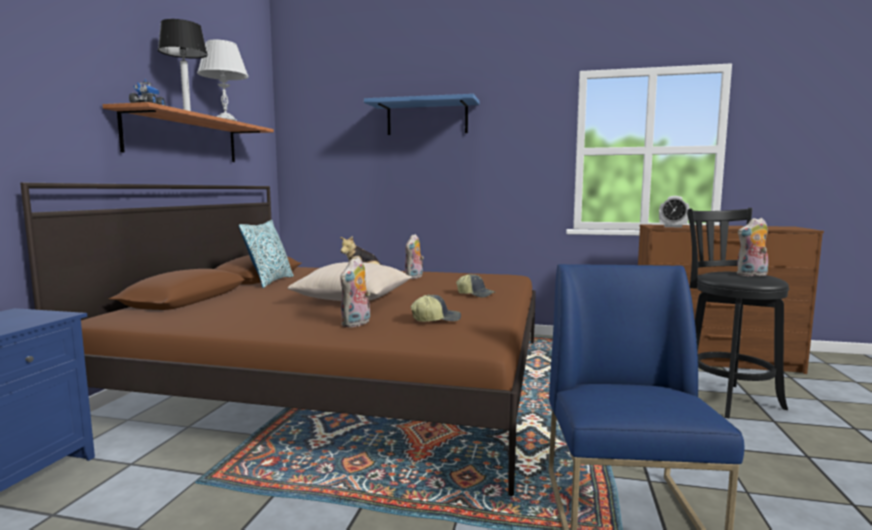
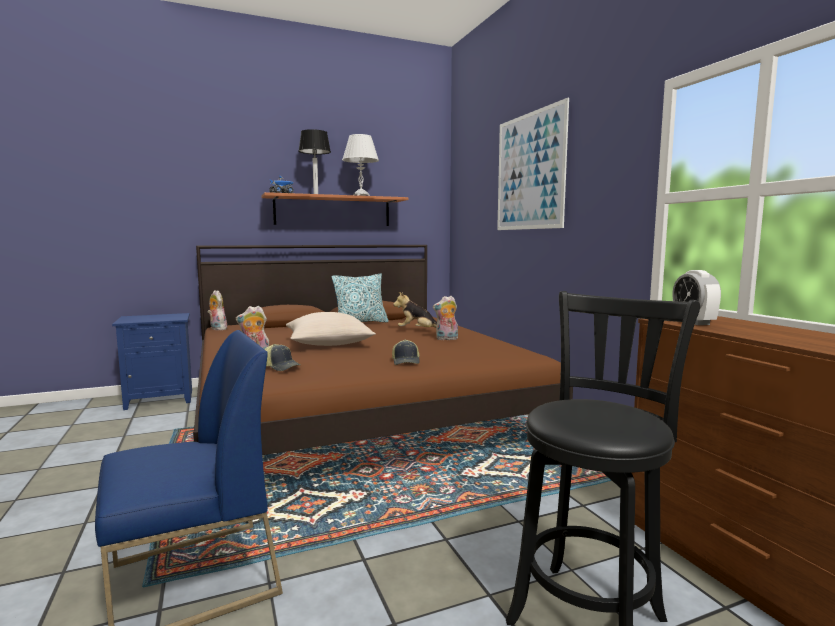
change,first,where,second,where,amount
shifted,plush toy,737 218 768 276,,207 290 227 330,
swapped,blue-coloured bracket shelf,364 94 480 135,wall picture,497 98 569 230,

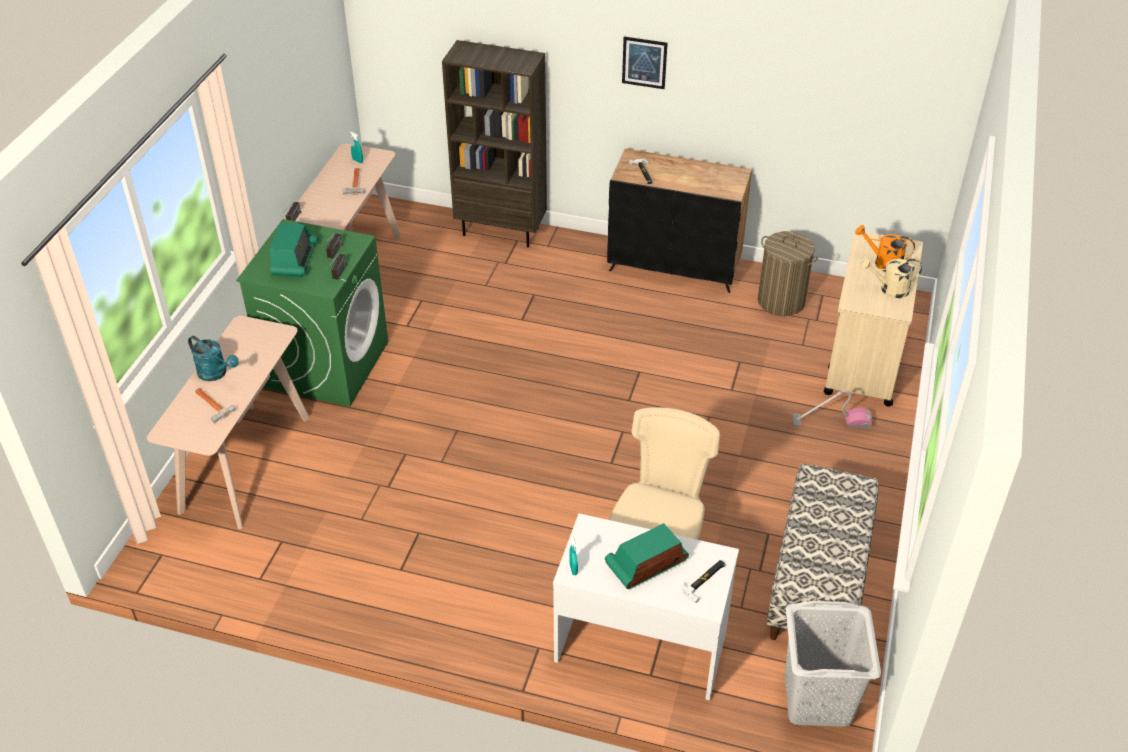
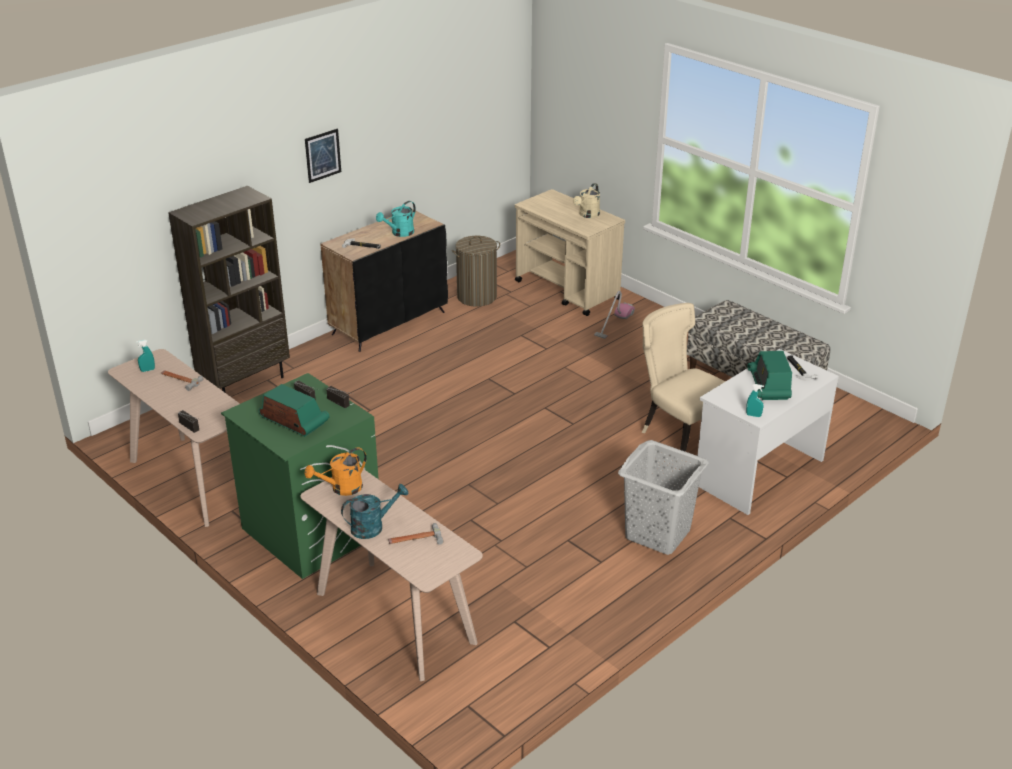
change,first,where,second,where,amount
shifted,orange-coloured watering pot,855 225 915 272,,304 447 367 496,
new,,,turquoise-coloured watering pot,376 201 416 237,
shifted,greyish laundry basket,785 601 881 727,,618 440 709 555,

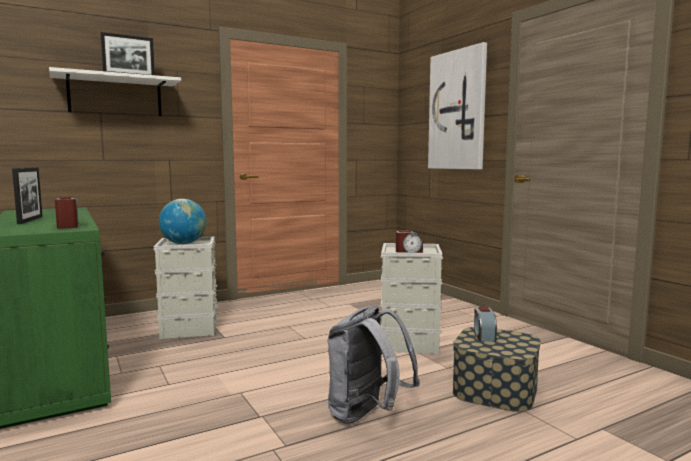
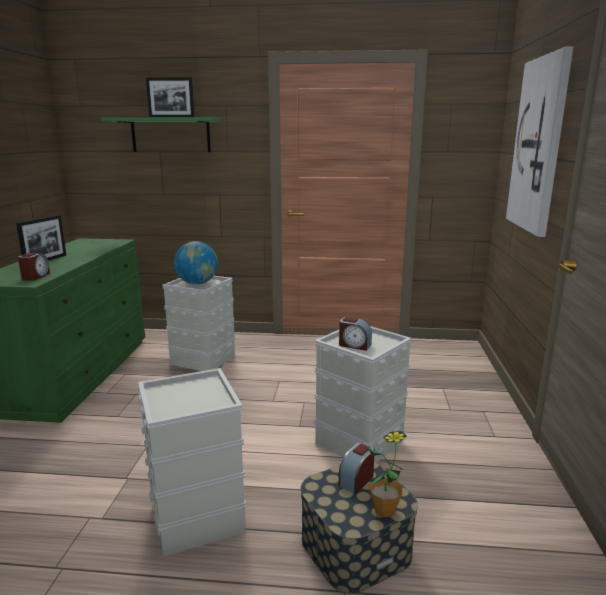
change,first,where,second,where,amount
repainted,white-coloured bracket shelf,49 67 181 116,greenish bracket shelf,101 117 221 152,
swapped,greyish rucksack,328 306 420 424,greyish storage box,138 368 247 557,
new,,,plant in a pot,365 431 407 517,

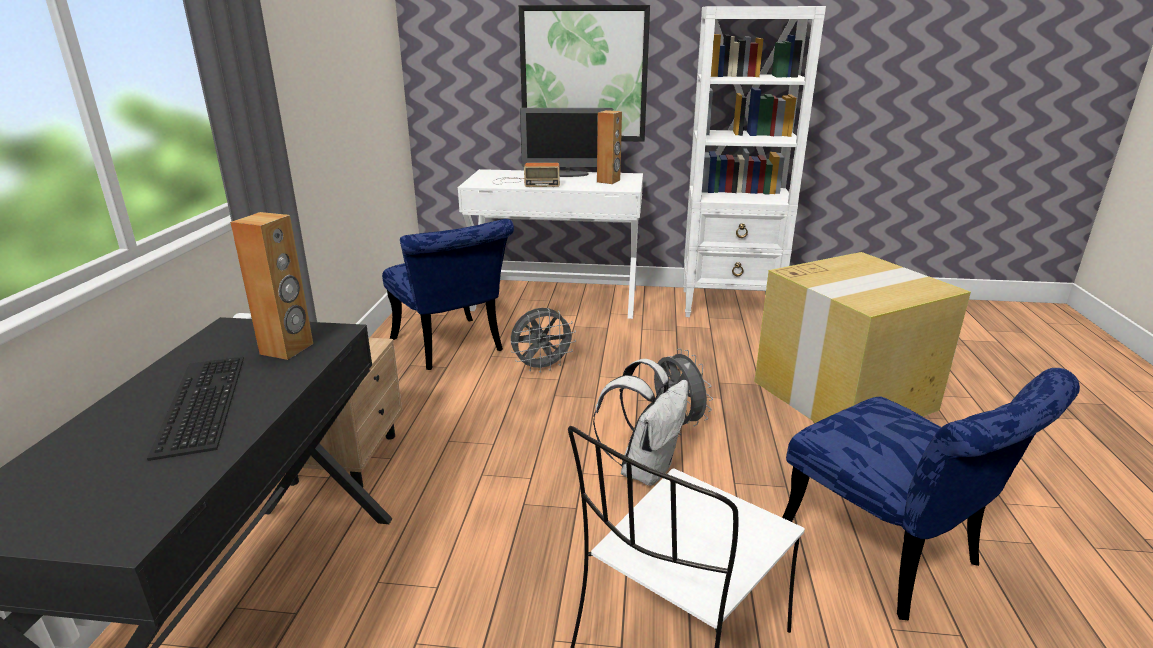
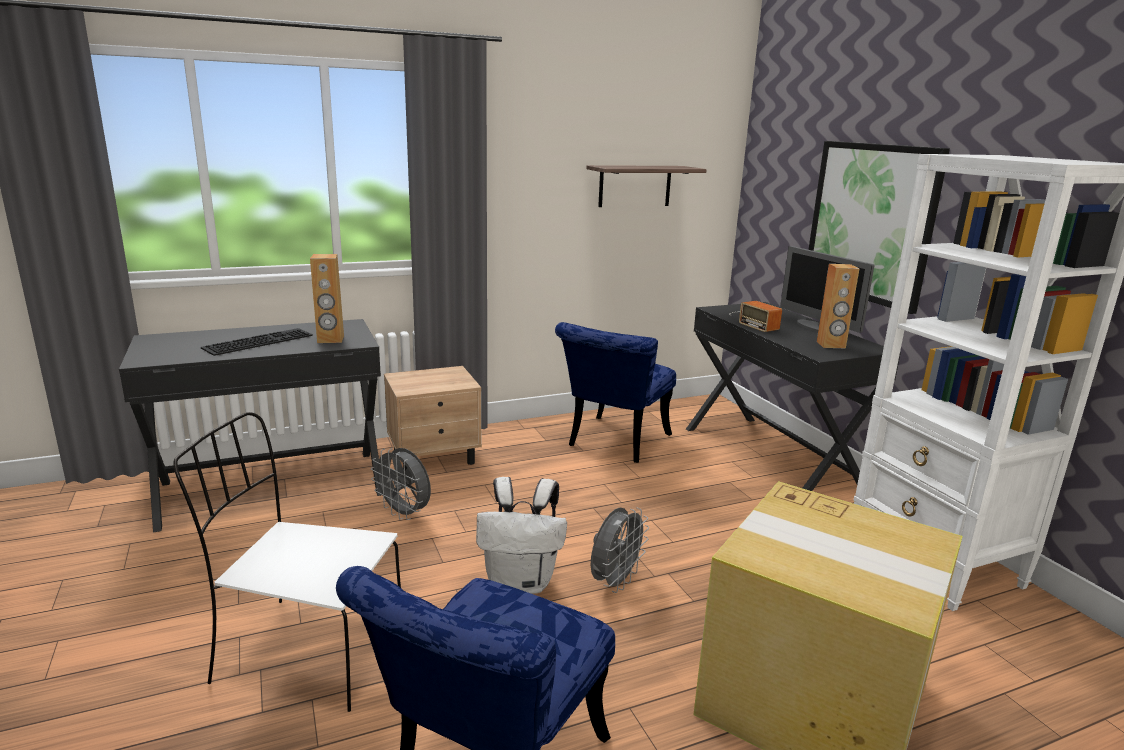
change,first,where,second,where,amount
shifted,greyish cooling fan,510 308 576 373,,371 448 431 520,
new,,,bracket shelf,586 165 707 207,
repainted,white-coloured desk table,458 169 643 319,black-coloured desk table,686 302 901 491,

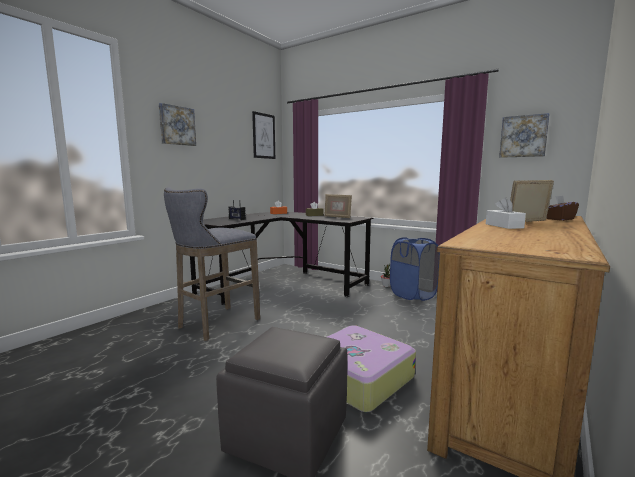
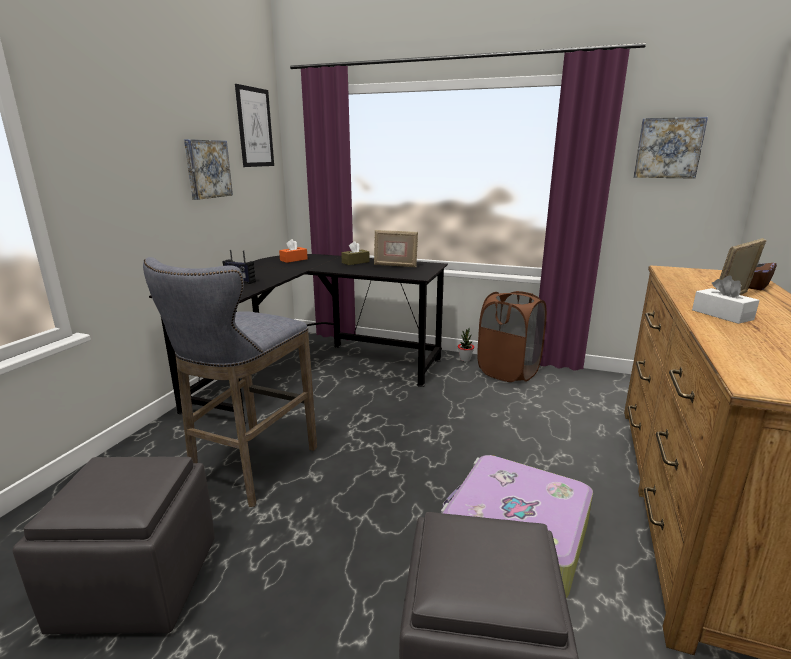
change,first,where,second,where,amount
new,,,greyish footrest,13 457 215 634,
shifted,wall picture,159 103 196 146,,184 139 233 200,
repainted,blue-coloured laundry basket,390 237 440 301,brownish laundry basket,477 291 547 382,

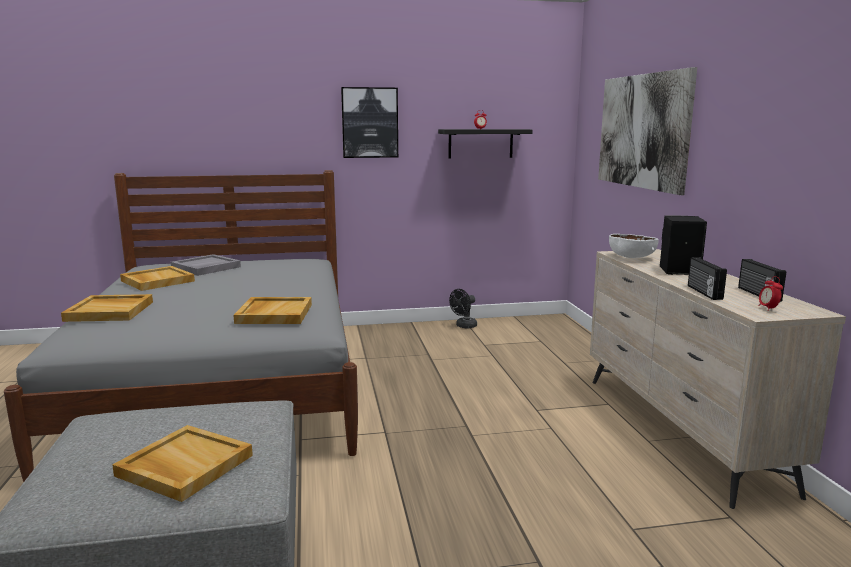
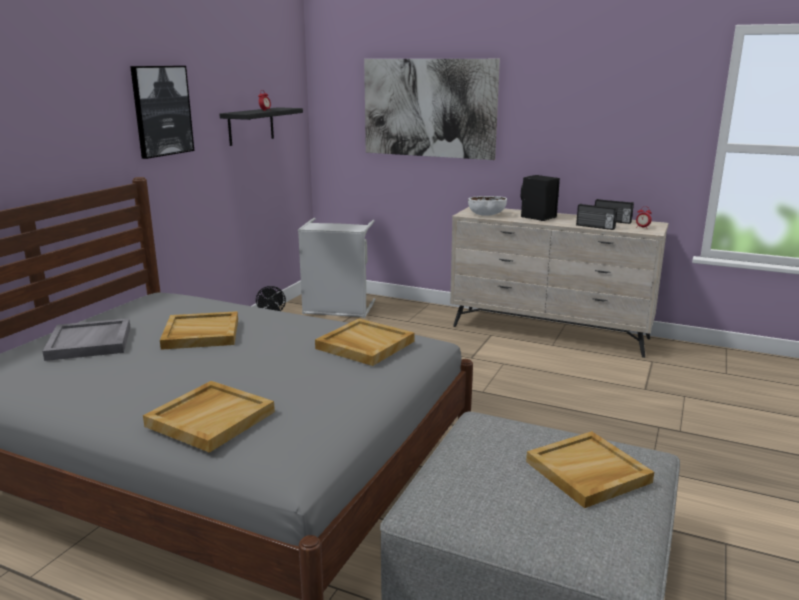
change,first,where,second,where,amount
shifted,beige serving tray,120 266 195 291,,160 311 238 350,
new,,,greyish laundry basket,298 218 376 318,

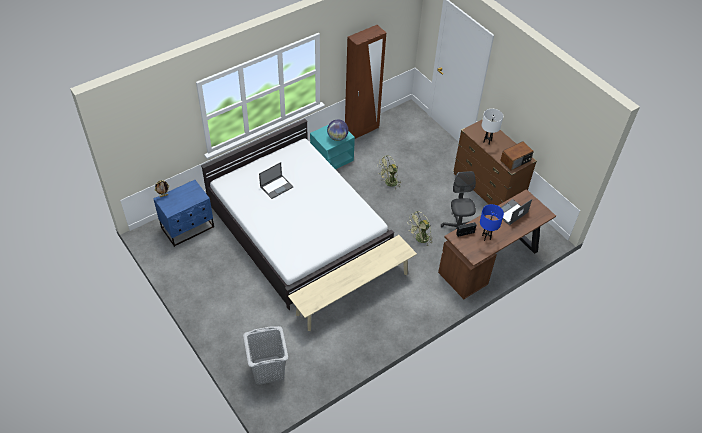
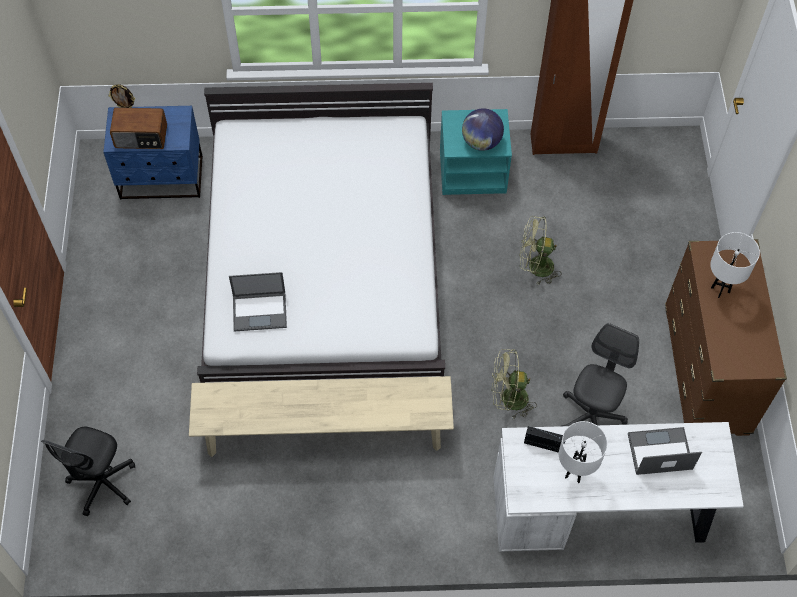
change,first,where,second,where,amount
swapped,greyish laundry basket,243 326 288 385,black-coloured computer chair,41 427 135 516,
shifted,radio receiver,500 141 534 171,,110 107 167 149,
shifted,portable computer,259 162 293 199,,229 272 287 332,
repainted,brownish desk table,438 189 556 299,white-coloured desk table,493 422 744 552,
repainted,blue-coloured lamp for a table,480 204 504 241,white-coloured lamp for a table,559 421 608 483,

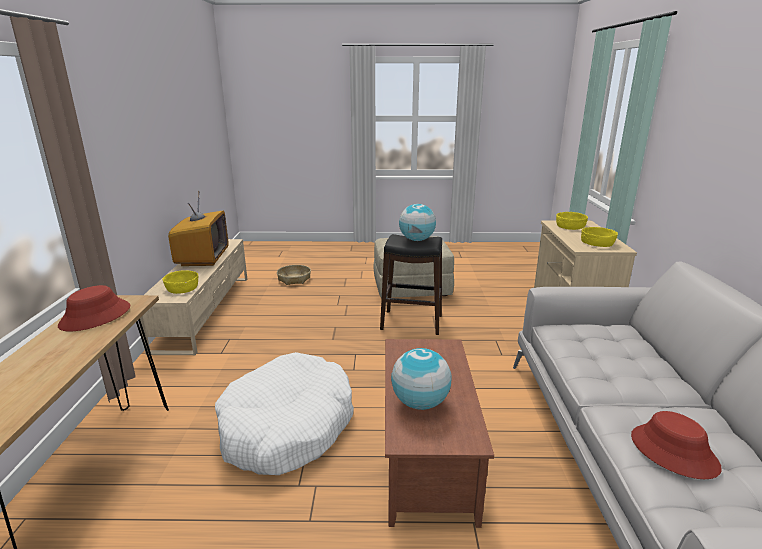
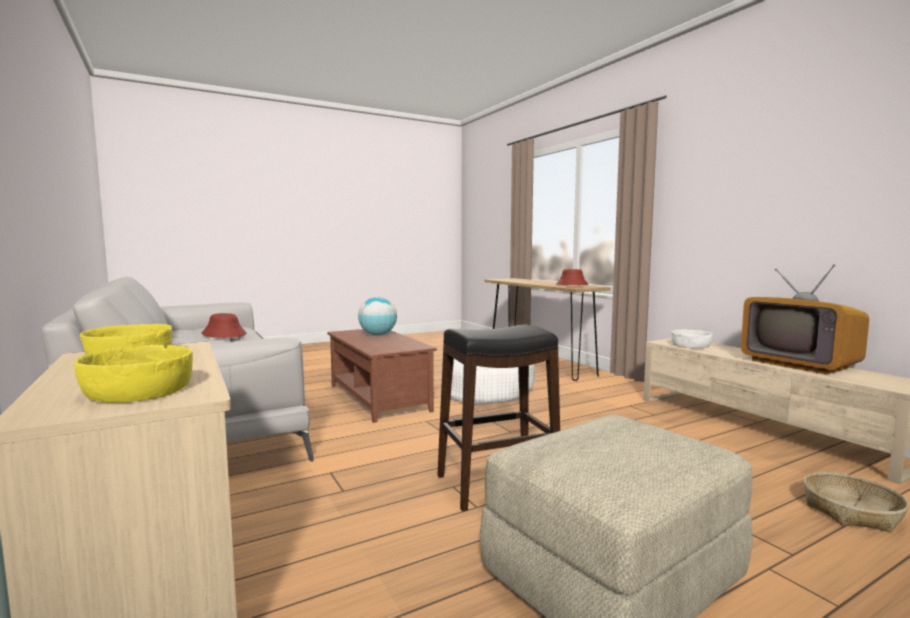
change,first,where,second,where,amount
repainted,yellow-coloured bowl,163 270 198 294,white-coloured bowl,671 330 713 348,
gone,desk globe,399 204 436 241,,,

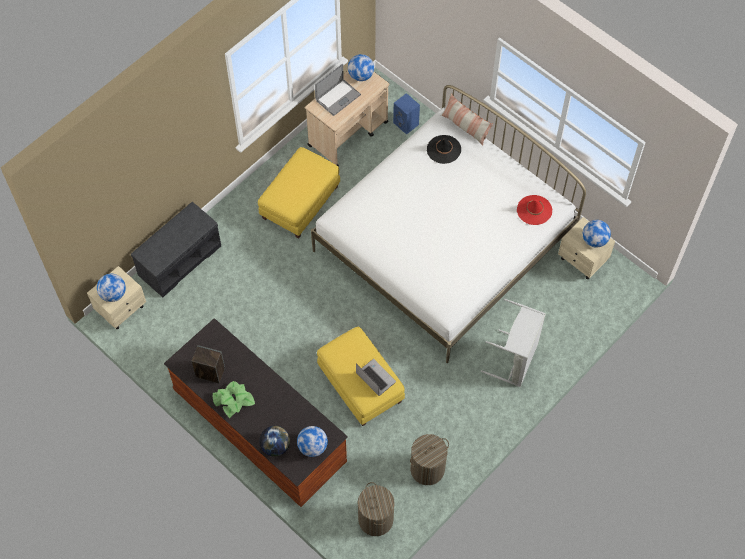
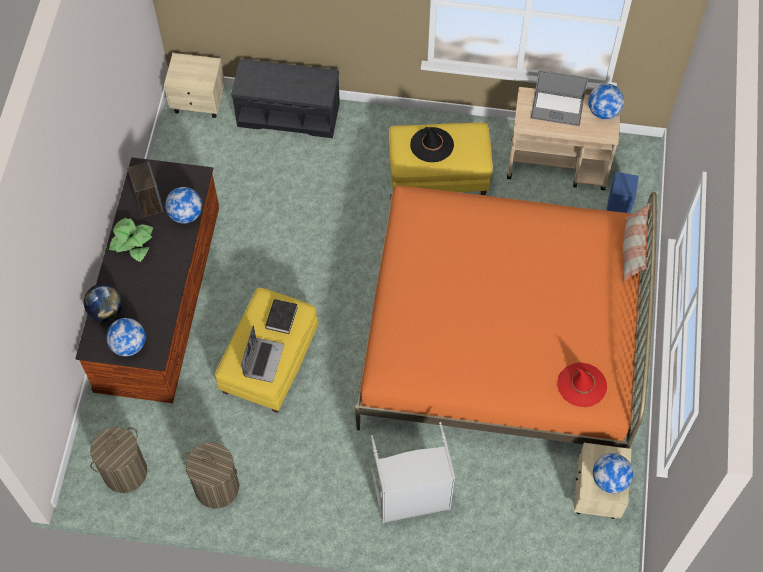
change,first,where,second,where,amount
shifted,desk globe,97 274 126 302,,165 187 202 224,
new,,,black-coloured book,265 299 298 334,
repainted,white-coloured bedroom bed,311 85 586 363,orange-coloured bedroom bed,355 185 657 449,
shifted,black-coloured hat,427 135 461 164,,410 127 454 162,

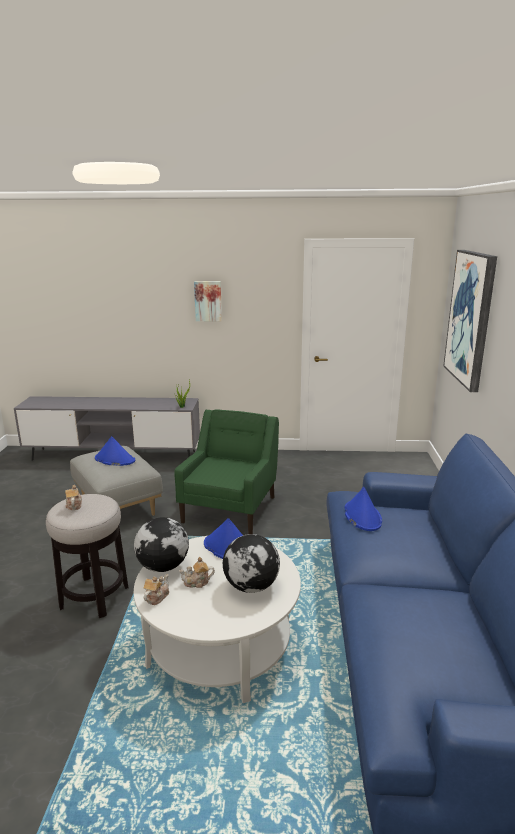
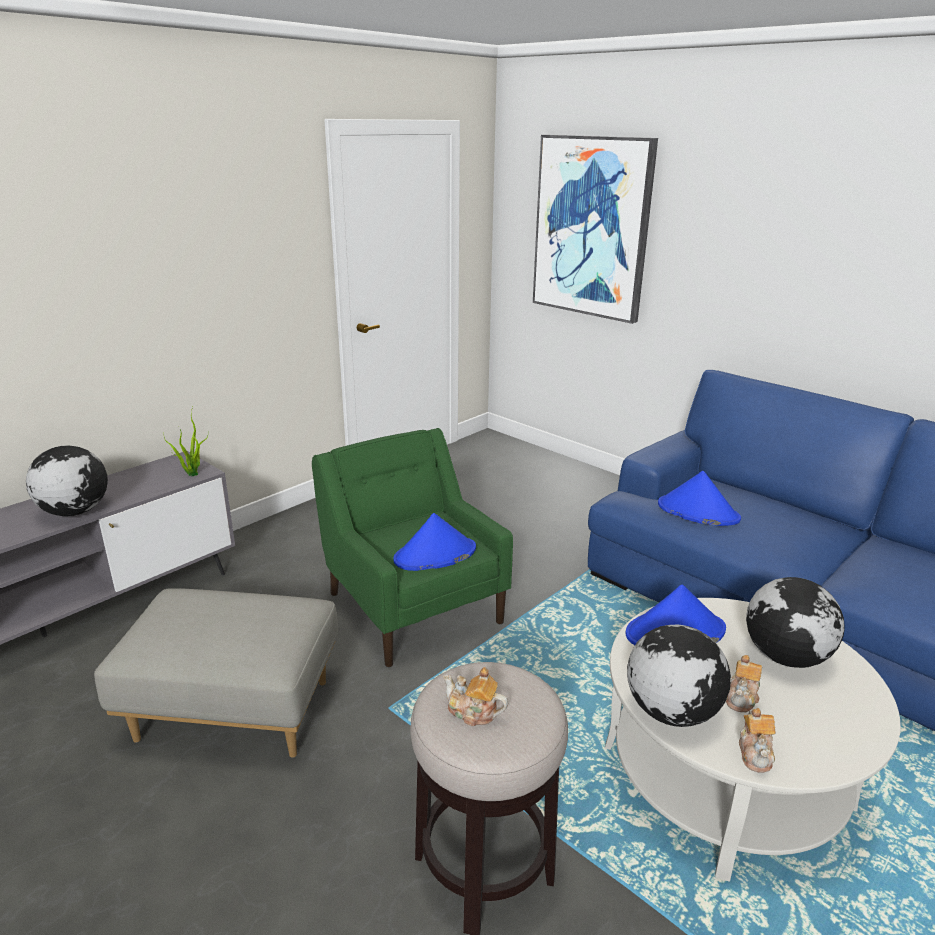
change,first,where,second,where,amount
new,,,desk globe,26 446 108 516,
shifted,blue-coloured hat,95 436 135 466,,393 513 476 571,
rotated,pot for tea,144 574 169 605,,739 708 776 773,150 degrees counterclockwise
gone,wall picture,194 281 222 321,,,

